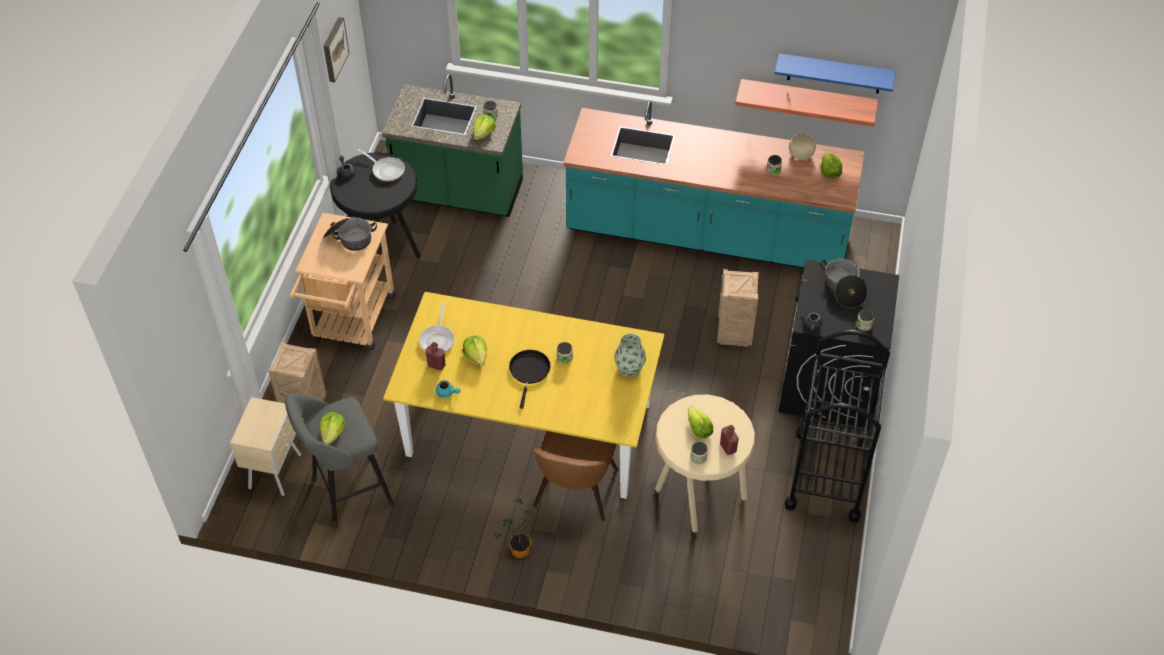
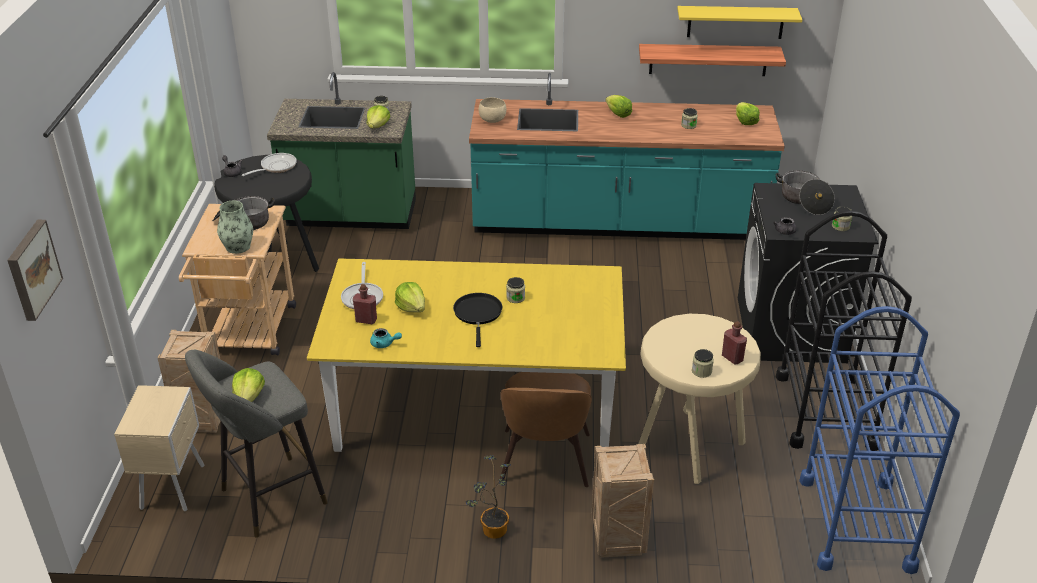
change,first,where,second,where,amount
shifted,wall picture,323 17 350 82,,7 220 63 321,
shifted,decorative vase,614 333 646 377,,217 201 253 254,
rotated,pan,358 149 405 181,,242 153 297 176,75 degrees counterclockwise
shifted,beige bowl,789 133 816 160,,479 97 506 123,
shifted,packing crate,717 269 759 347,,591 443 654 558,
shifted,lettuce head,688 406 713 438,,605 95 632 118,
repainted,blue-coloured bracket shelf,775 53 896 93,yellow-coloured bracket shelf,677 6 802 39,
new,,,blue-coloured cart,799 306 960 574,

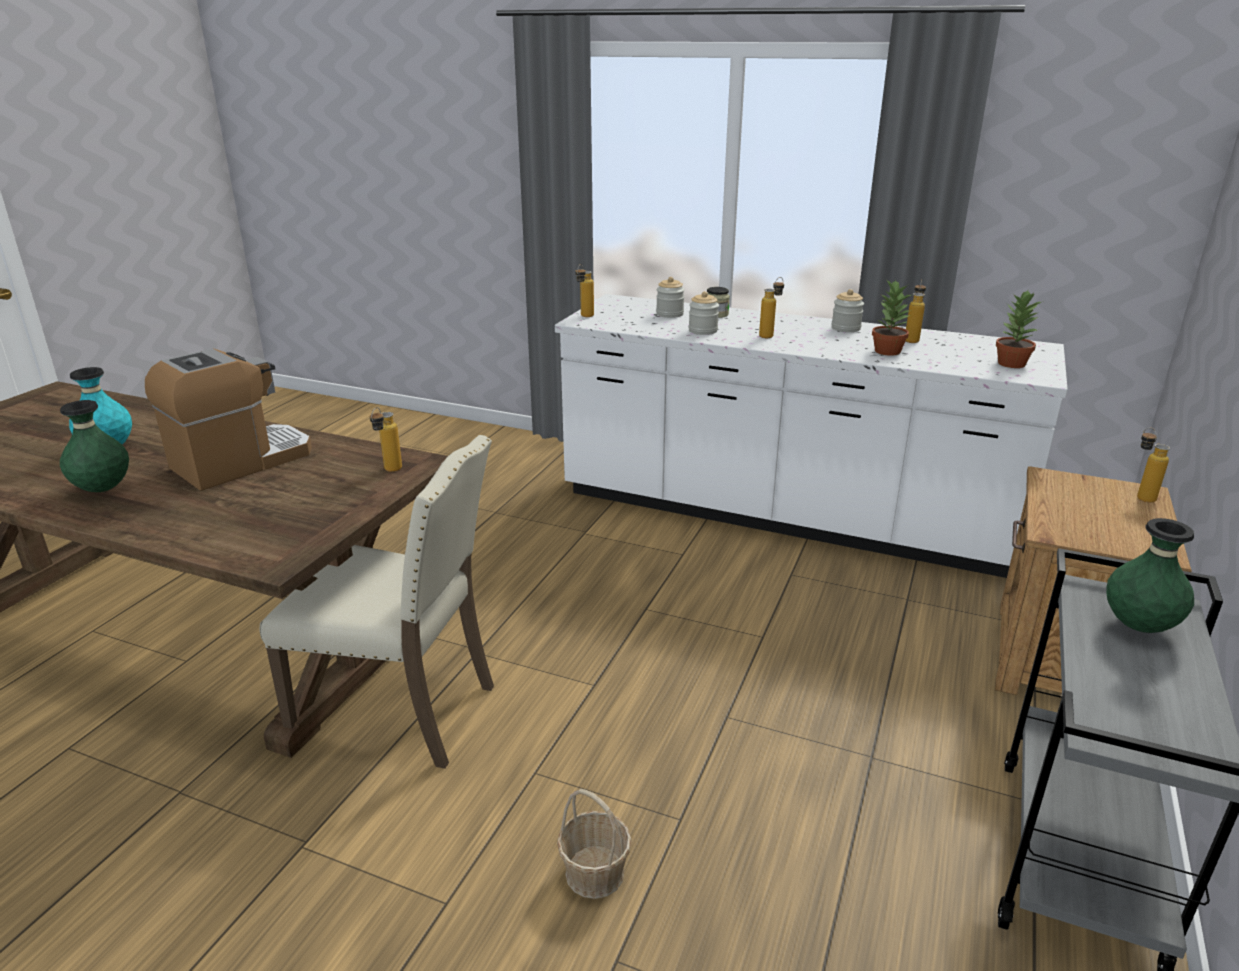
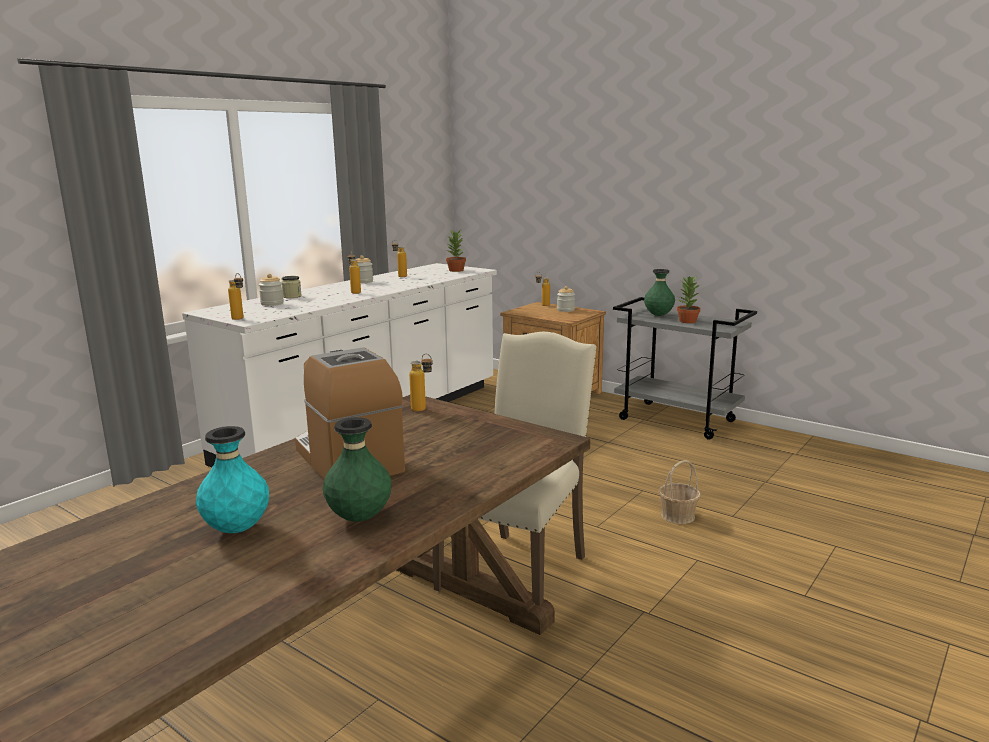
change,first,where,second,where,amount
shifted,storage jar,689 291 719 335,,557 286 575 312,
shifted,plant in a pot,872 280 911 356,,677 276 700 323,

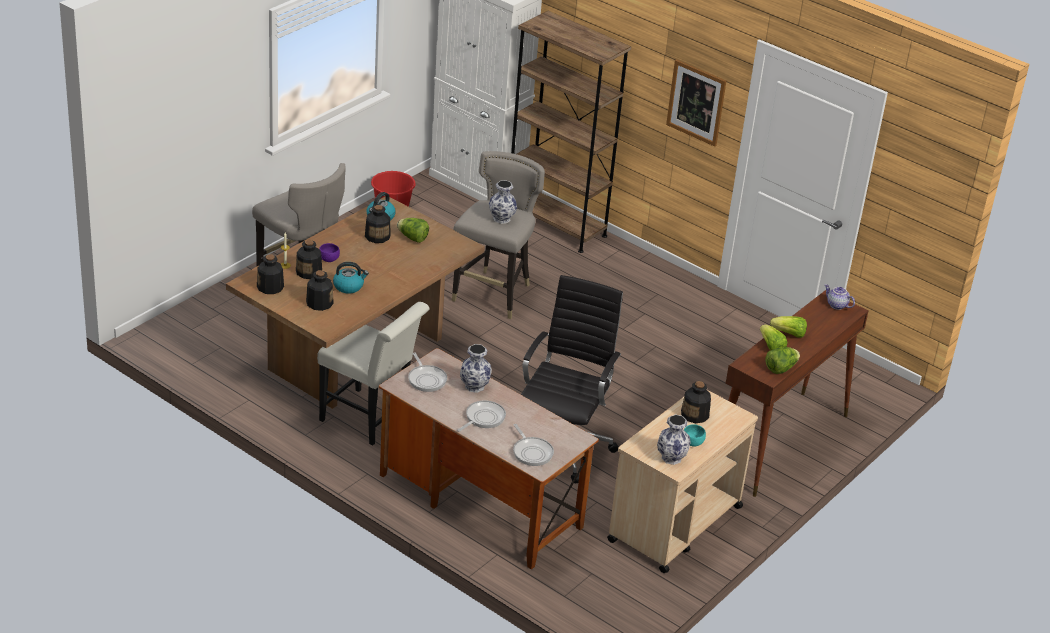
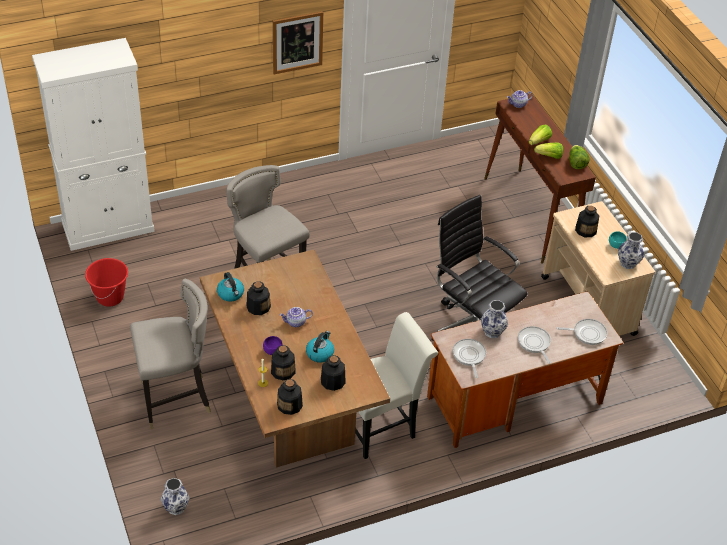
change,first,where,second,where,amount
shifted,decorative vase,489 180 517 224,,161 478 190 515,
new,,,pot for tea,279 307 313 327,
rotated,pan,408 352 447 392,,453 339 486 378,105 degrees counterclockwise
gone,lettuce head,397 218 429 243,,,
gone,brownish bookcase,511 11 631 253,,,

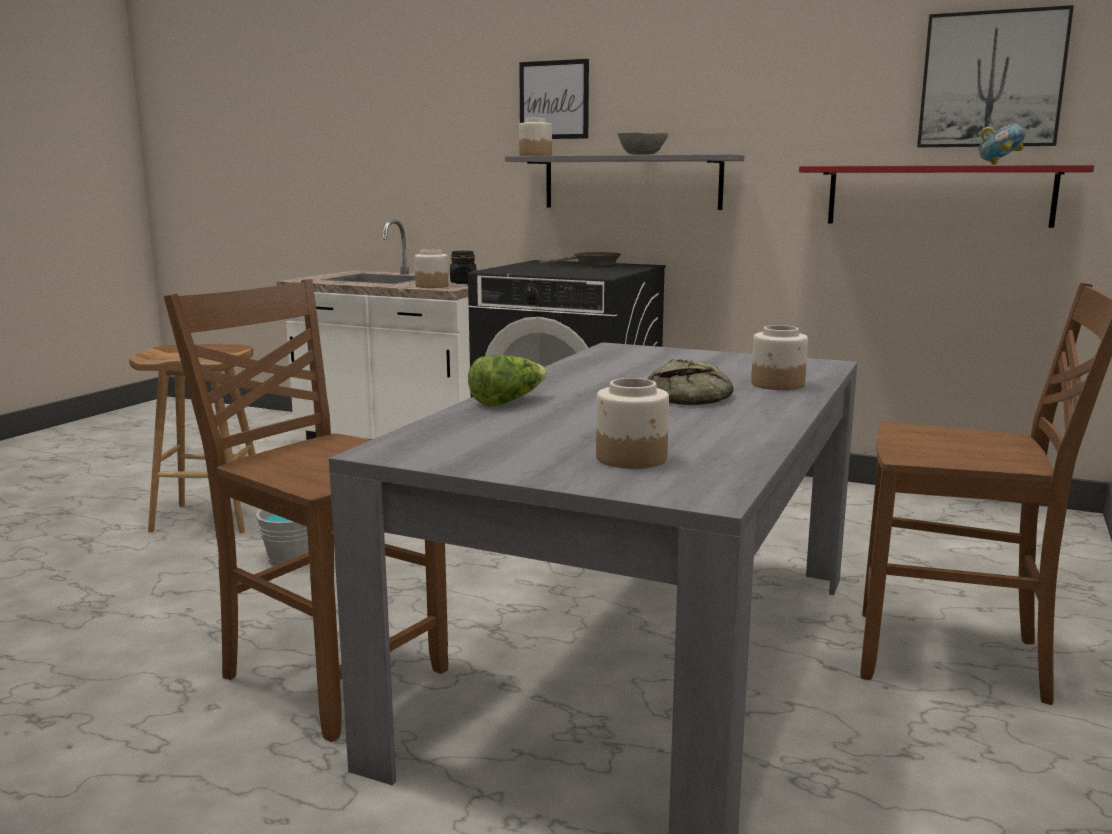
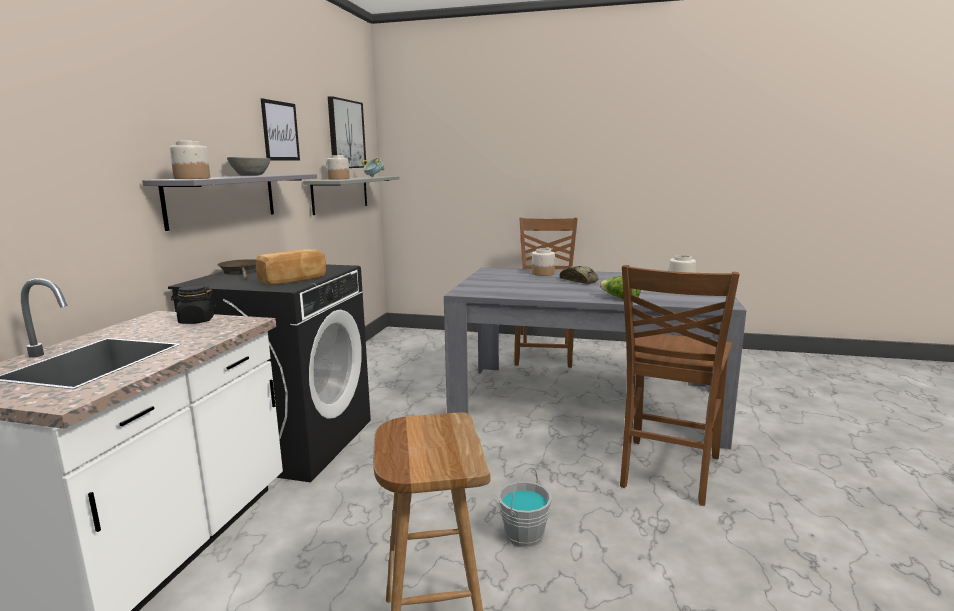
change,first,where,second,where,amount
new,,,bread,256 249 326 284,
shifted,wall picture,519 59 589 139,,261 98 300 160,
repainted,red-coloured bracket shelf,799 165 1094 228,greyish bracket shelf,303 176 399 215,
shifted,storage jar,415 249 449 288,,327 155 350 179,

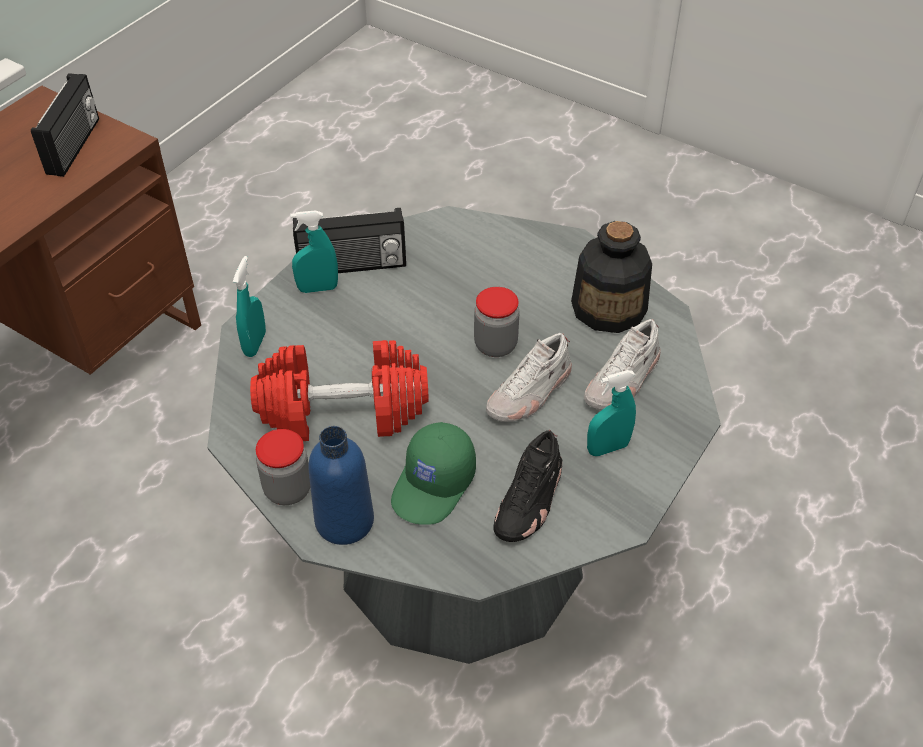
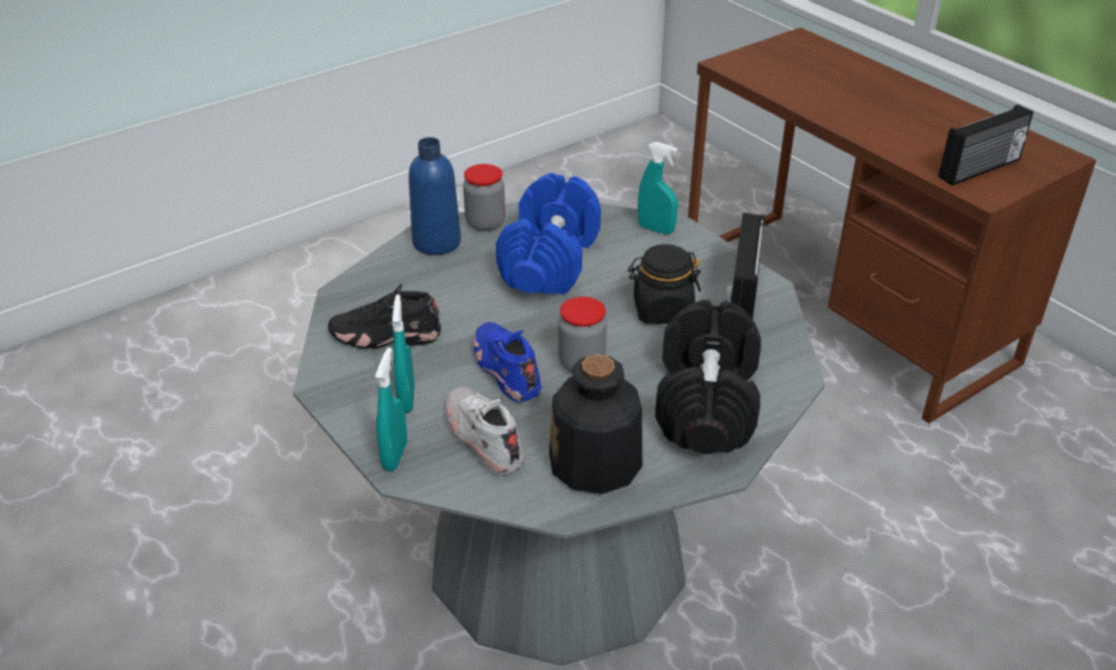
change,first,where,second,where,amount
rotated,black-coloured shoe,493 430 562 542,,328 284 441 349,45 degrees counterclockwise
shifted,turquoise-coloured spray bottle,290 210 338 293,,375 348 407 471,
repainted,white-coloured shoe,486 333 572 422,blue-coloured shoe,473 322 542 402,
repainted,red-coloured dumbbell,250 340 429 441,blue-coloured dumbbell,496 173 601 295,
new,,,black-coloured storage jar,628 244 701 324,
new,,,black-coloured dumbbell,655 299 761 454,
rotated,radio receiver,31 73 99 177,,938 104 1034 186,60 degrees counterclockwise
gone,greenish peaked cap,391 422 476 525,,,

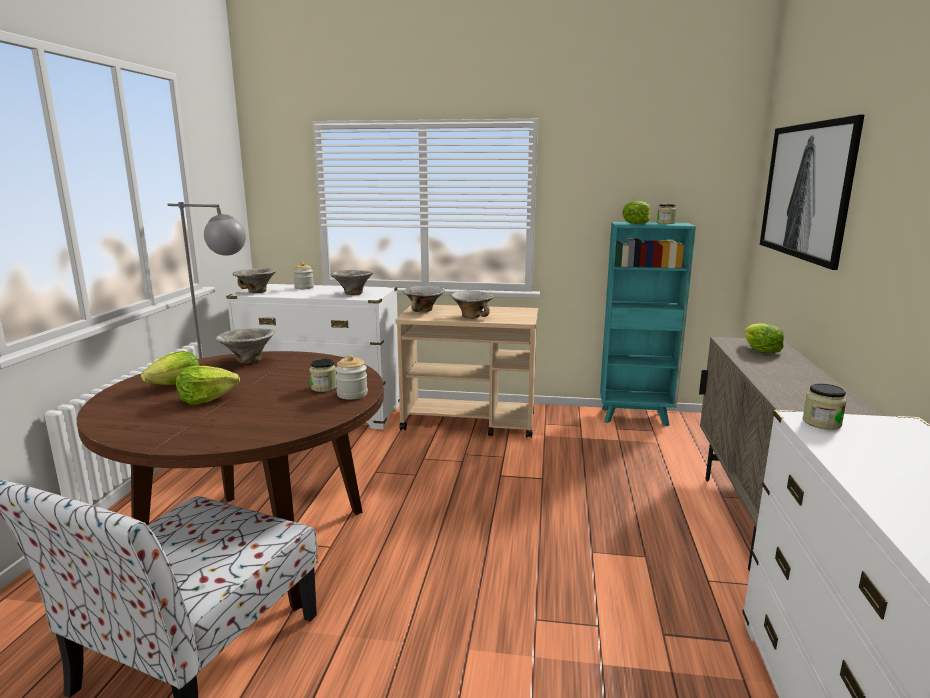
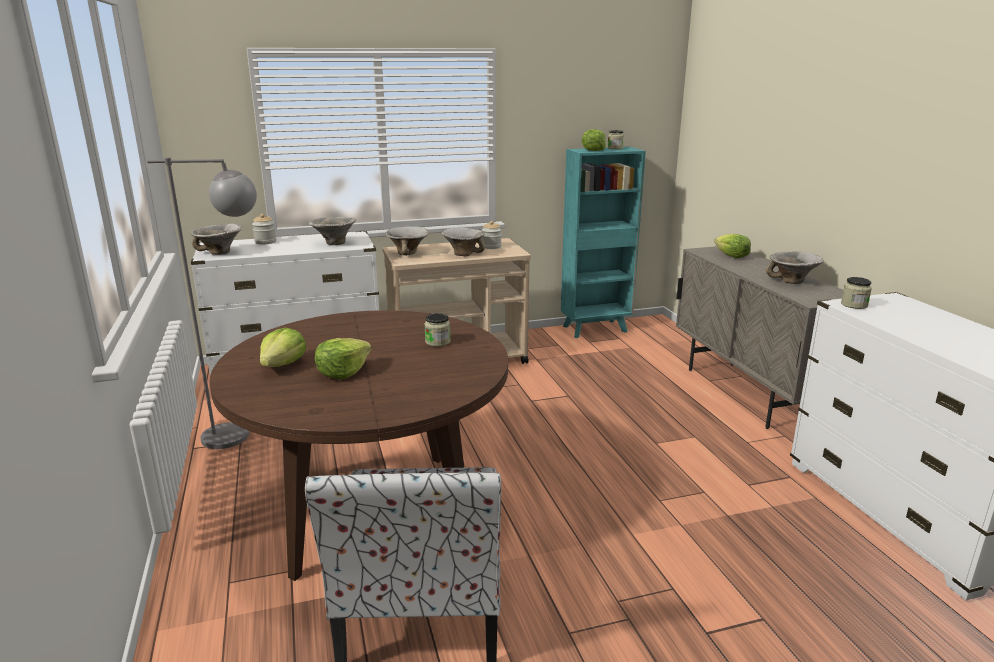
change,first,where,second,where,amount
shifted,storage jar,335 355 368 400,,482 221 502 249,
shifted,bowl,216 328 275 364,,766 251 824 284,
gone,wall picture,760 114 865 270,,,

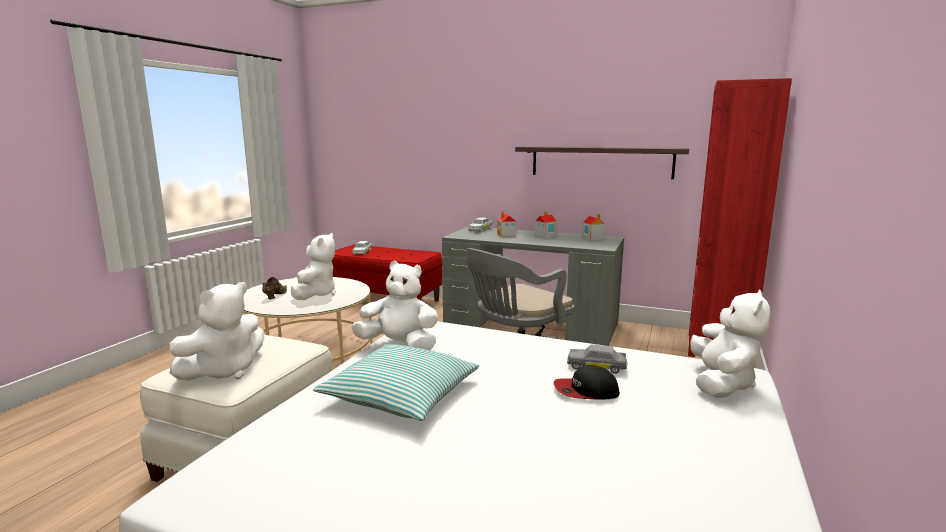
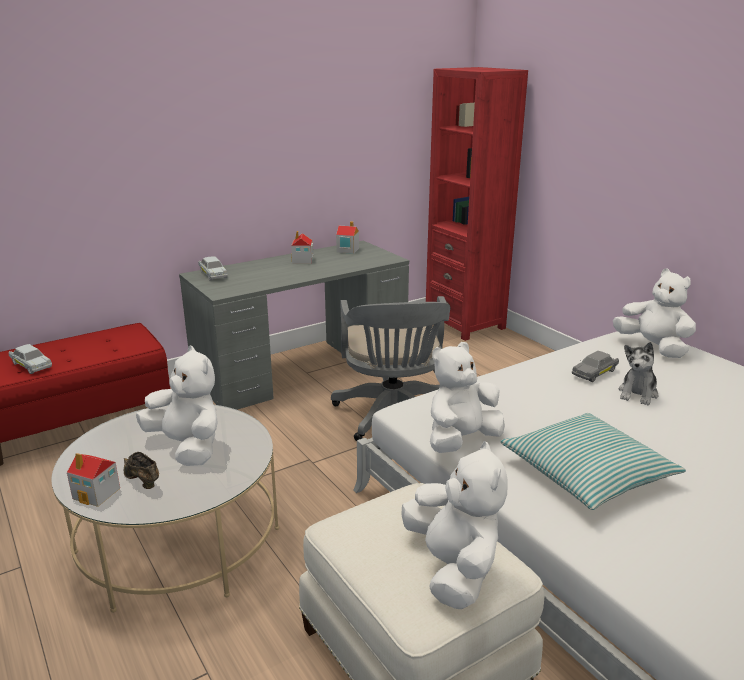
change,first,where,second,where,amount
shifted,model house,497 211 516 237,,67 453 120 507,
swapped,peaked cap,554 365 620 400,plush toy,619 342 658 405,
gone,bracket shelf,515 146 689 179,,,

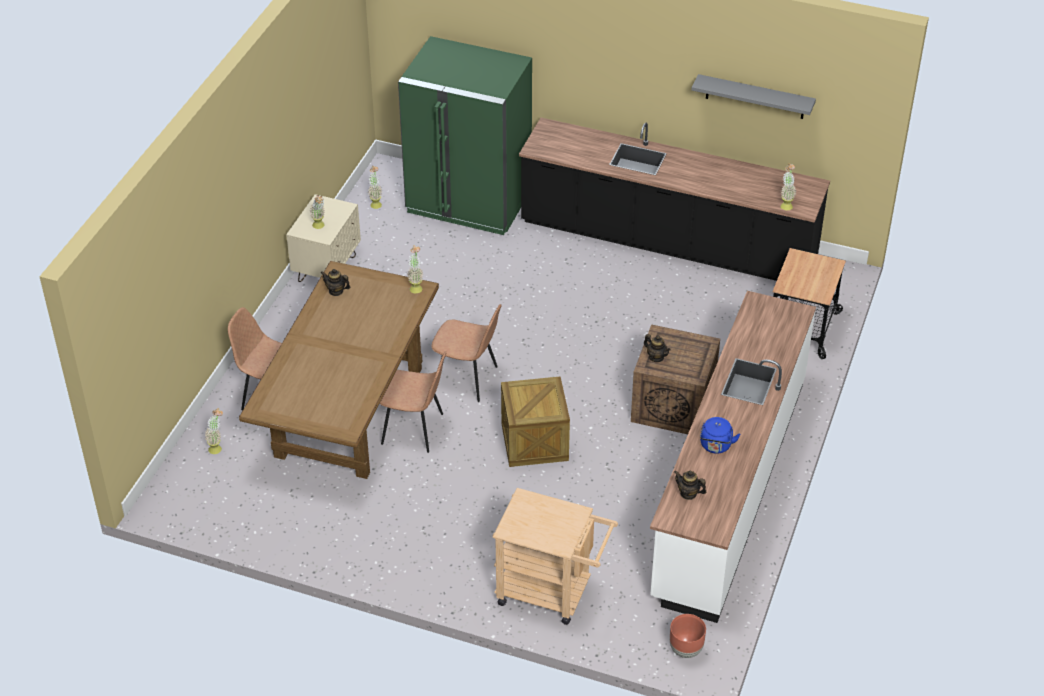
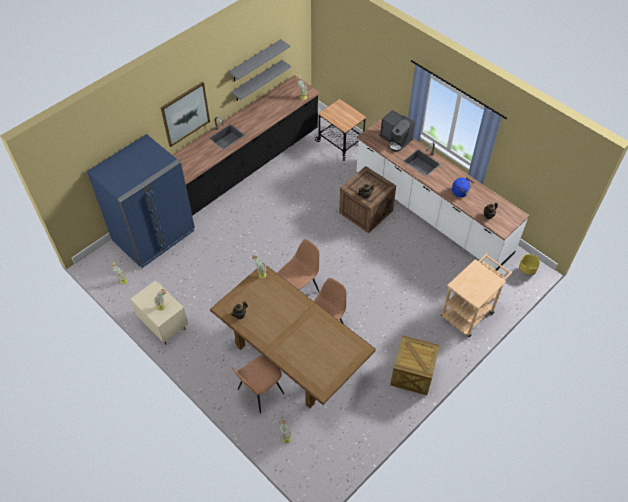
change,first,where,second,where,amount
repainted,greenish refrigerator,398 36 532 235,blue-coloured refrigerator,87 134 195 268,
new,,,wall picture,160 82 210 147,
new,,,greyish bracket shelf,231 60 291 101,
new,,,coffee maker,379 110 415 152,
shifted,packing crate,501 376 570 467,,390 335 440 395,
repainted,brownish plant pot,670 614 706 658,yellow-coloured plant pot,519 254 540 277,

